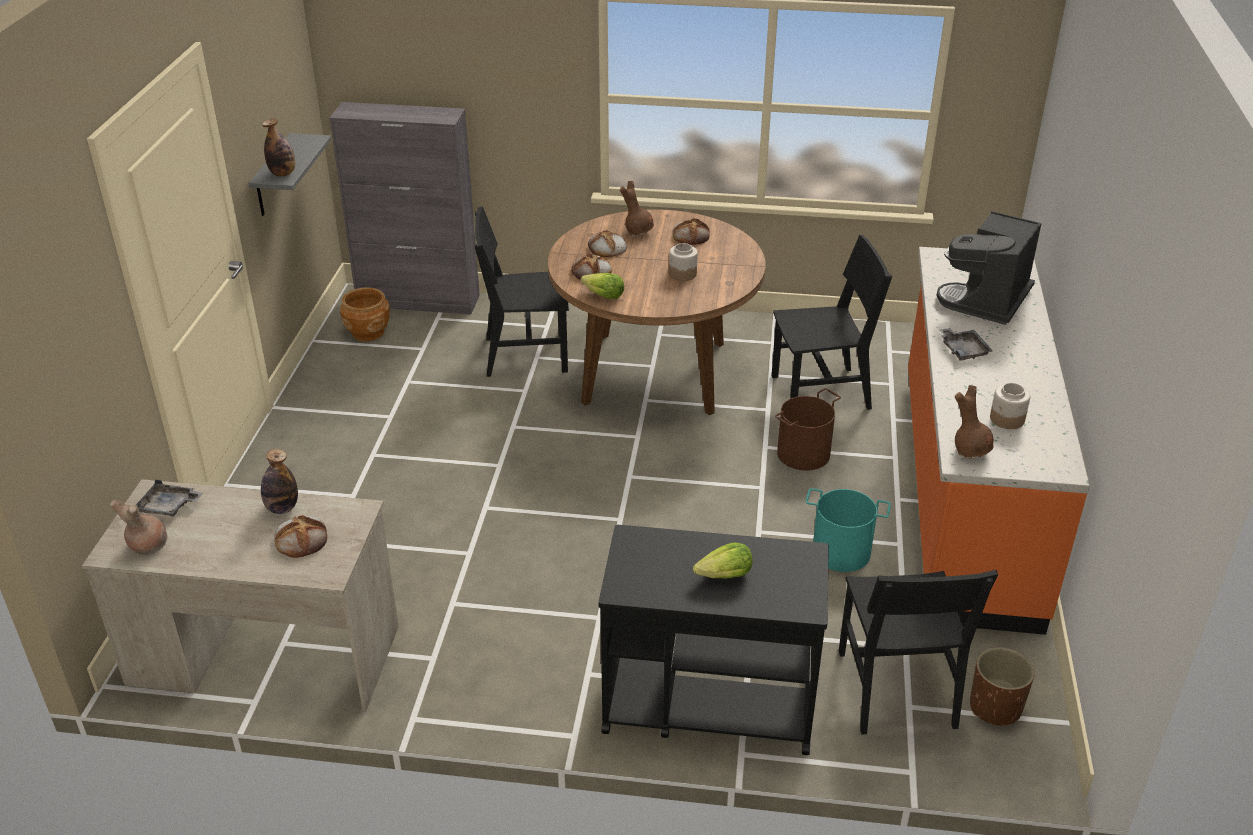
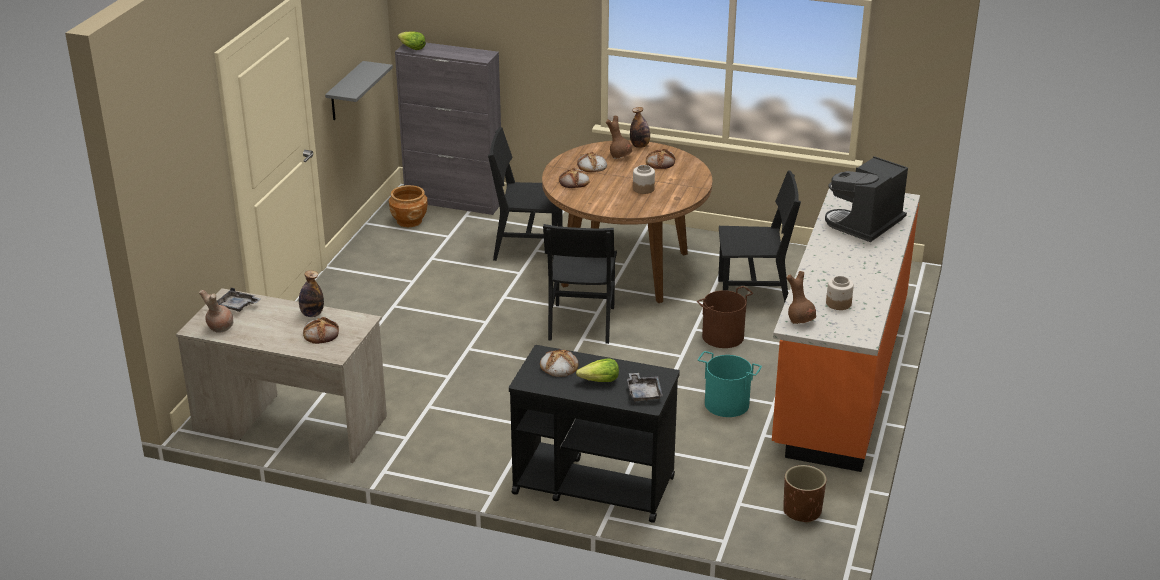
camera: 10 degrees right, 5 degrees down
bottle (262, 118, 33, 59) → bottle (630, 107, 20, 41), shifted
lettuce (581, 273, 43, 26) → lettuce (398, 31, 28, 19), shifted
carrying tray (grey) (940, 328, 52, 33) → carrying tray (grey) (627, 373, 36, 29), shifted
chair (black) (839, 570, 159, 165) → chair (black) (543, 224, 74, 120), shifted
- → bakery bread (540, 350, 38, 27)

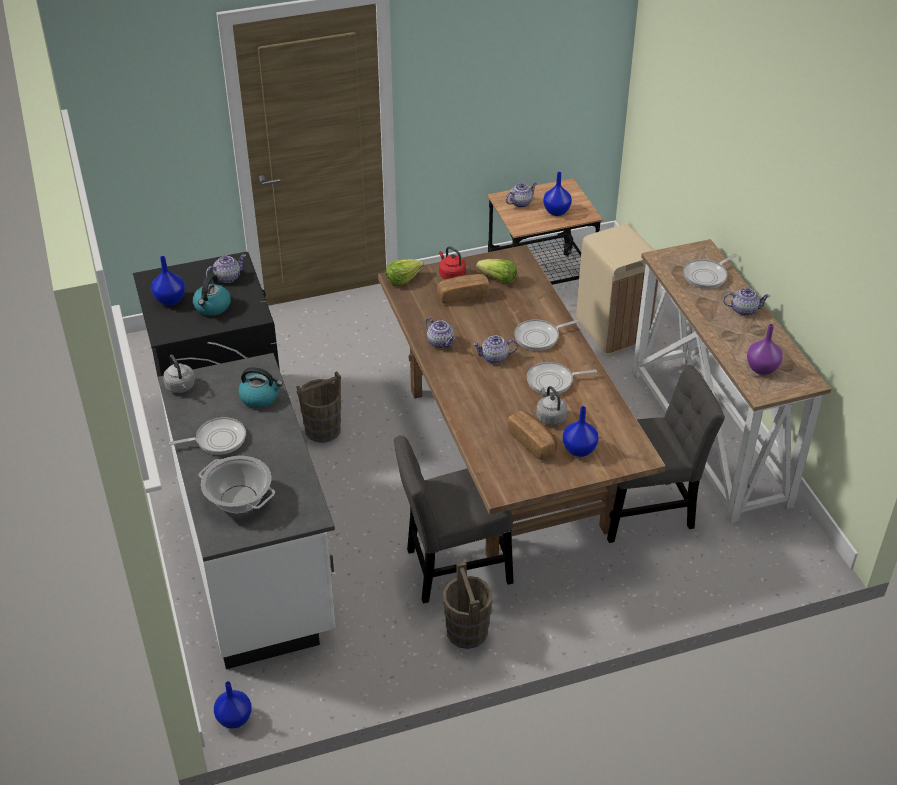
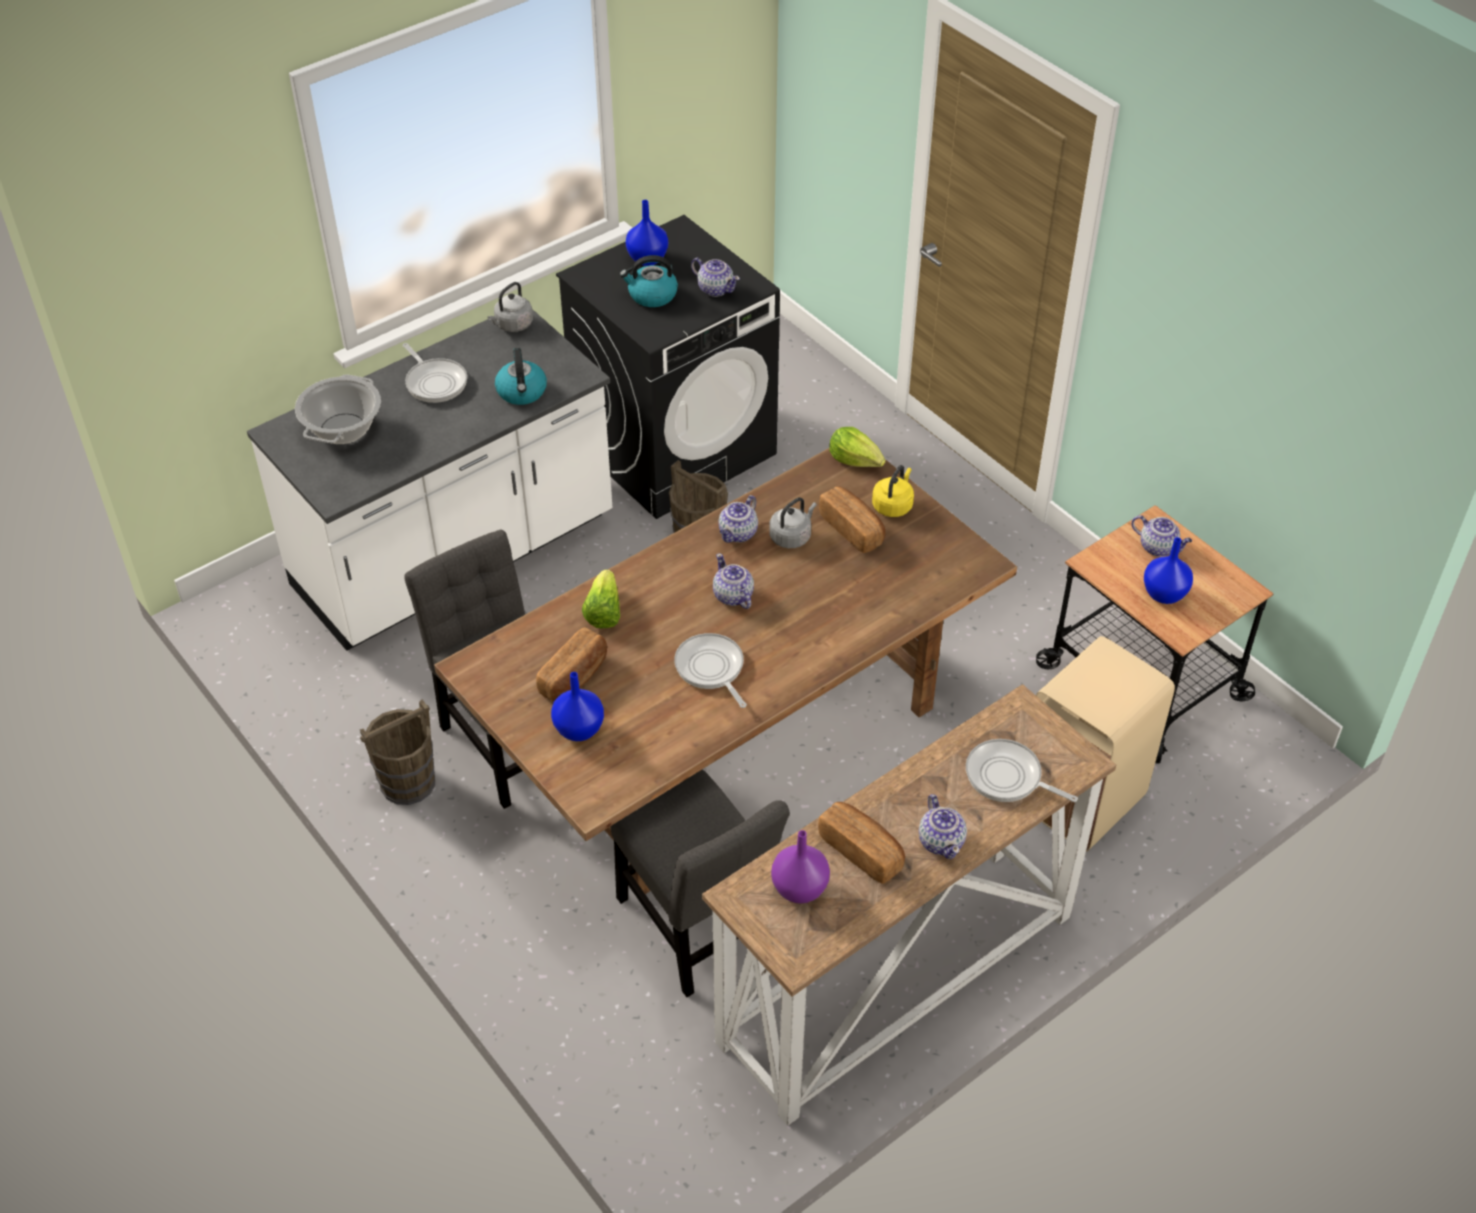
camera: 70 degrees right, 5 degrees up
kettle (red-coloured) (439, 246, 27, 33) → kettle (yellowish) (872, 465, 42, 52)
lettuce (476, 259, 41, 25) → lettuce (582, 570, 38, 58), shifted
skillet (514, 319, 64, 32) → -
kettle (grey) (536, 386, 31, 39) → kettle (grey) (769, 497, 48, 51), shifted
flower vase (blue-coloured) (214, 681, 38, 48) → -
- → bakery bread (818, 802, 87, 82)

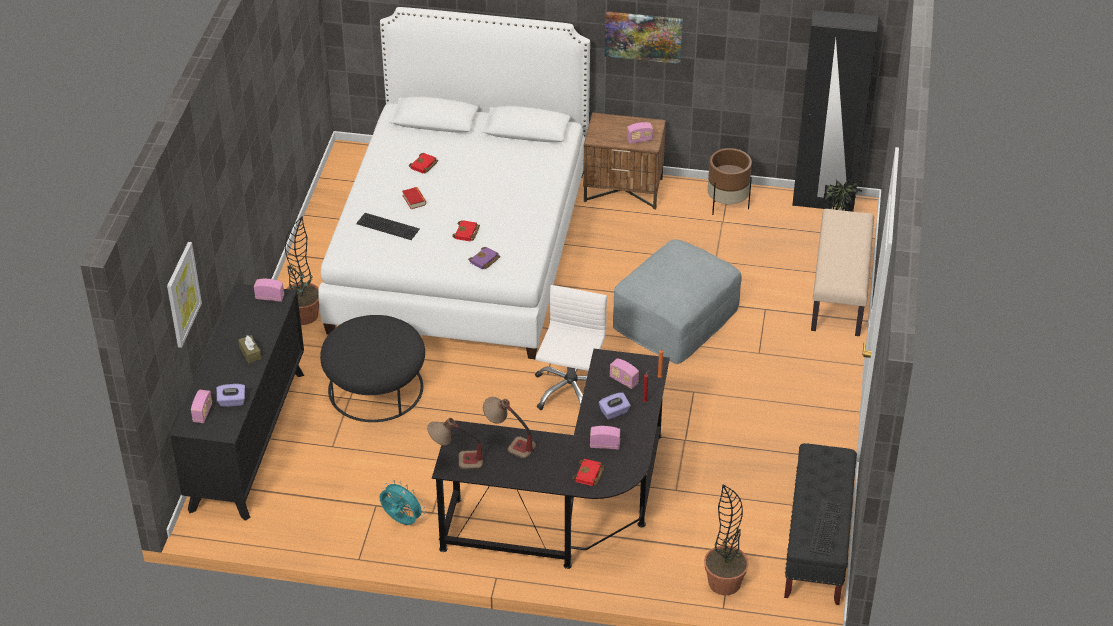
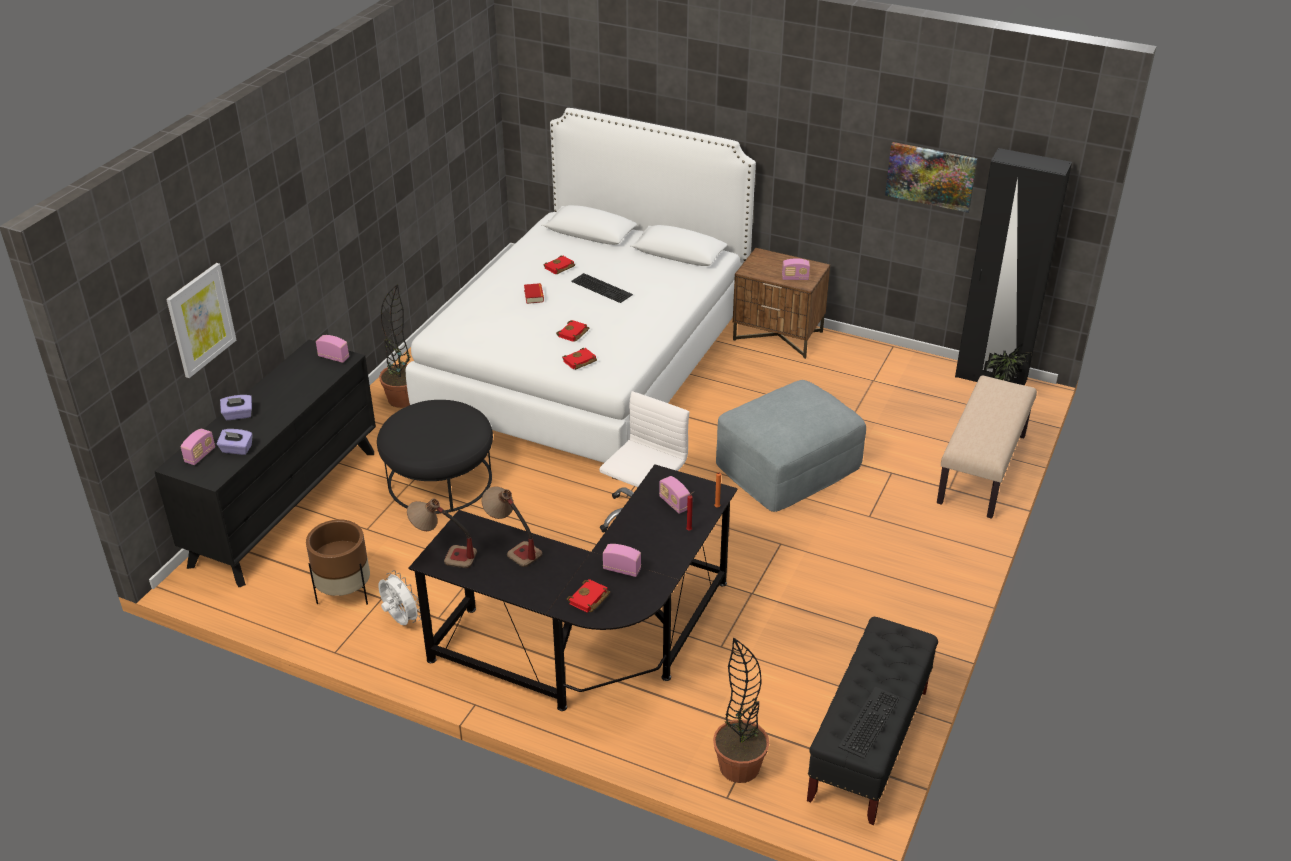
camera: 15 degrees right, 5 degrees down
wall picture (605, 11, 78, 53) → wall picture (885, 142, 93, 71), shifted
planter (brown) (707, 148, 45, 67) → planter (brown) (306, 519, 64, 86), shifted
PC keyboard (356, 213, 64, 27) → PC keyboard (571, 273, 62, 30), shifted
book (purplish) (468, 247, 32, 22) → book (red-coloured) (562, 348, 35, 22)
box of tissues (brown) (238, 335, 24, 28) → -
box of tissues (purplish) (599, 392, 32, 28) → box of tissues (purplish) (220, 395, 32, 25), shifted
fan (turquoise) (380, 480, 45, 45) → fan (white-coloured) (378, 570, 43, 55)

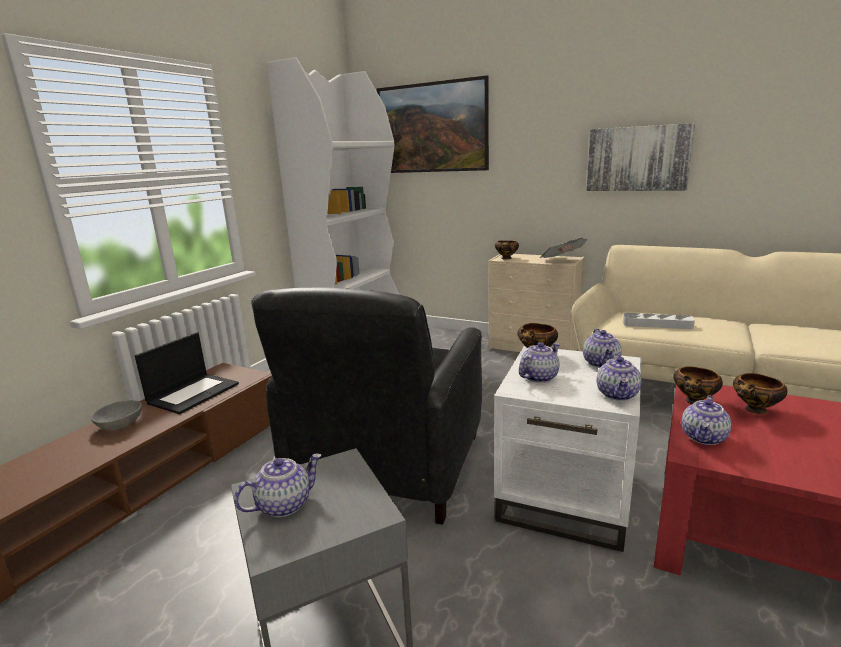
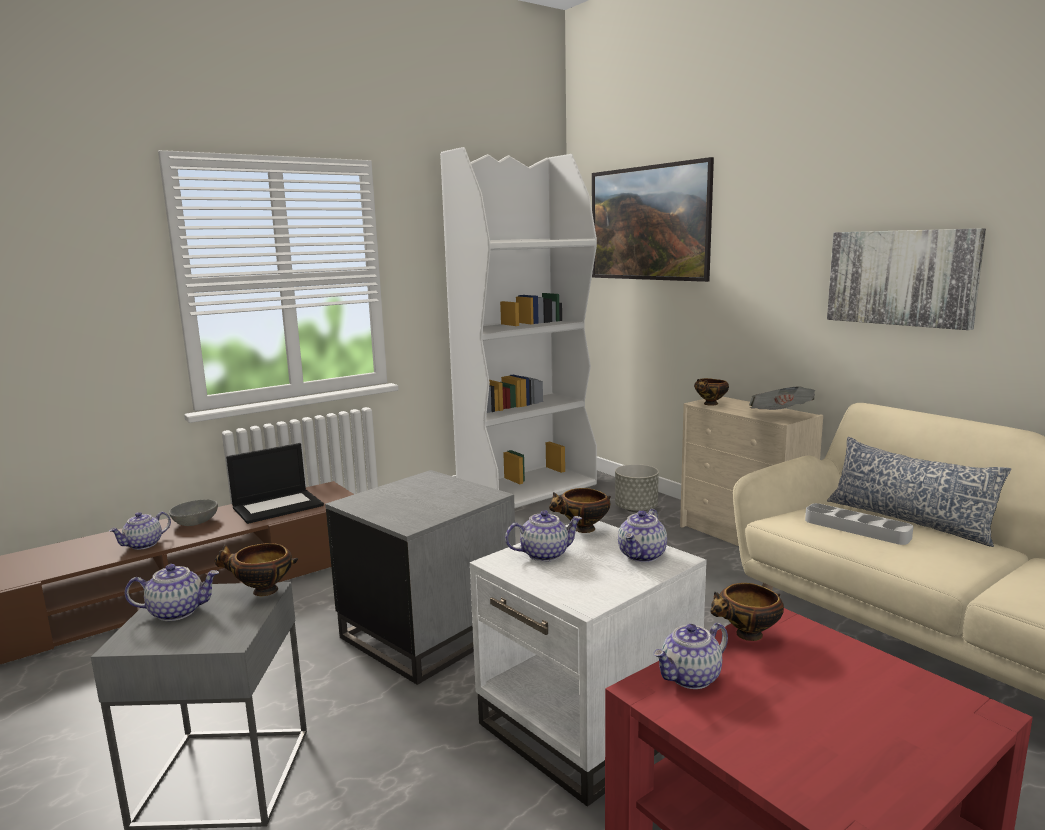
camera: 25 degrees right, 5 degrees down
lounge chair (black) (251, 288, 231, 237) → accent table (grey) (325, 470, 191, 215)
teapot (597, 354, 45, 47) → teapot (109, 512, 62, 38), shifted
serving bowl (733, 373, 55, 41) → serving bowl (214, 543, 84, 53), shifted
- → throw pillow (827, 437, 184, 110)
- → planter (grey) (615, 464, 44, 48)

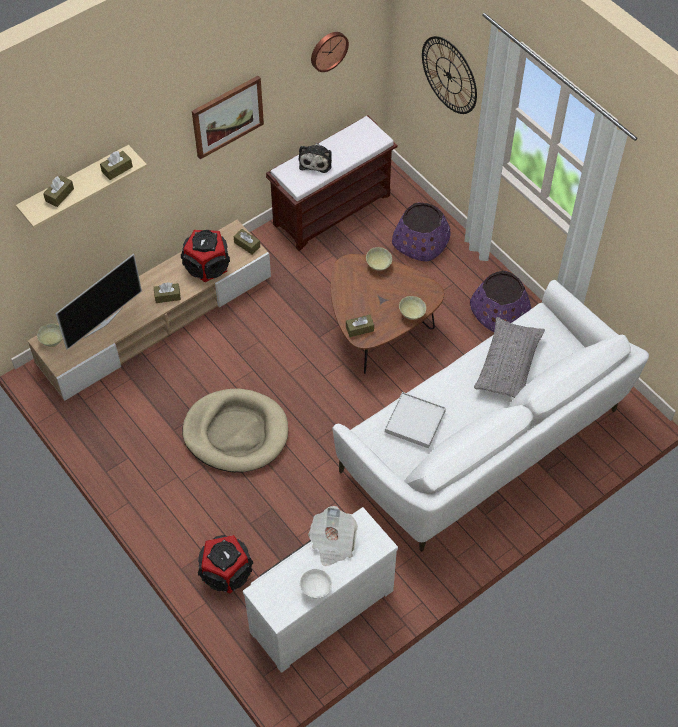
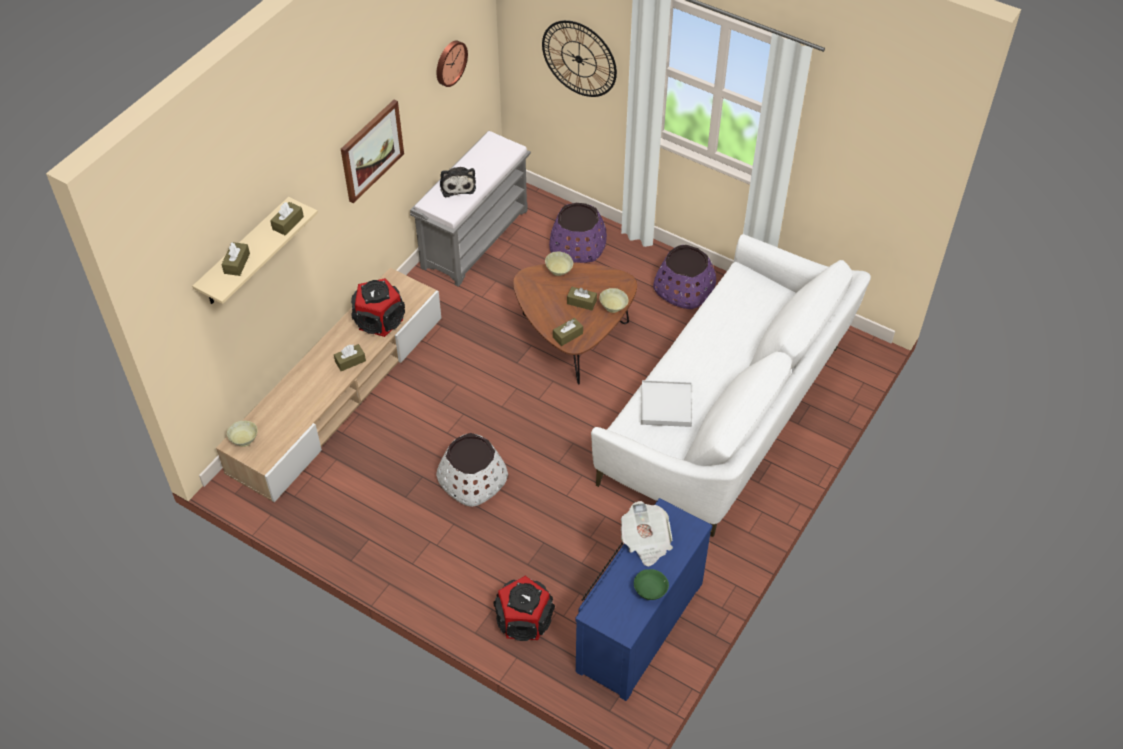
camera: 20 degrees left, 5 degrees down
bench (brown) (266, 115, 132, 136) → bench (grey) (410, 131, 121, 156)
box of tissues (brown) (234, 229, 26, 25) → box of tissues (brown) (567, 287, 30, 24), shifted
television (55, 254, 87, 96) → -
throw pillow (grey) (474, 317, 71, 81) → -
dog bed (sand-coloured) (182, 388, 106, 84) → planter (white-coloured) (436, 433, 72, 74)
dresser (white-coloured) (243, 507, 155, 166) → dresser (blue-coloured) (576, 498, 136, 203)
serving bowl (white-coloured) (300, 569, 32, 29) → serving bowl (green-coloured) (634, 569, 35, 31)

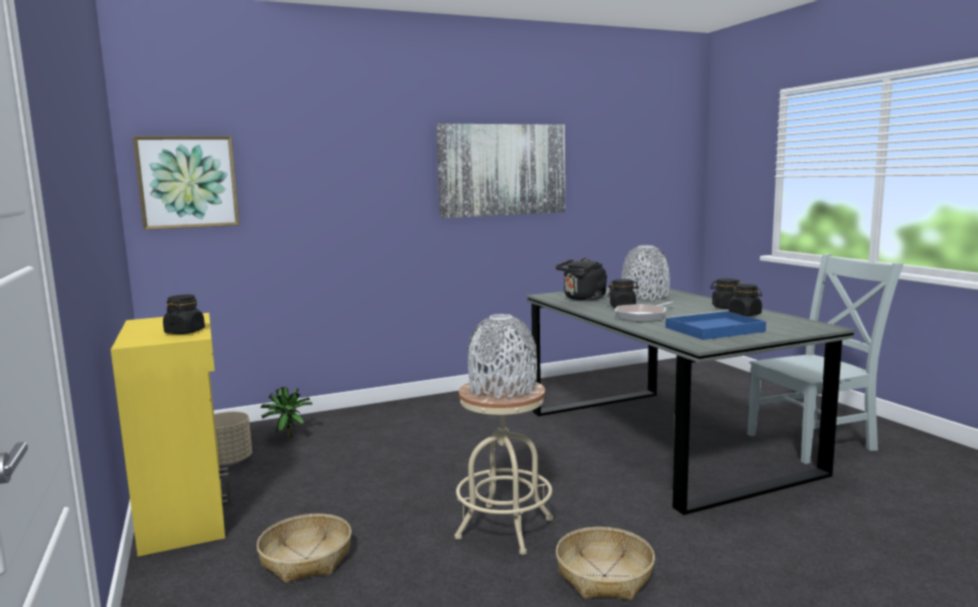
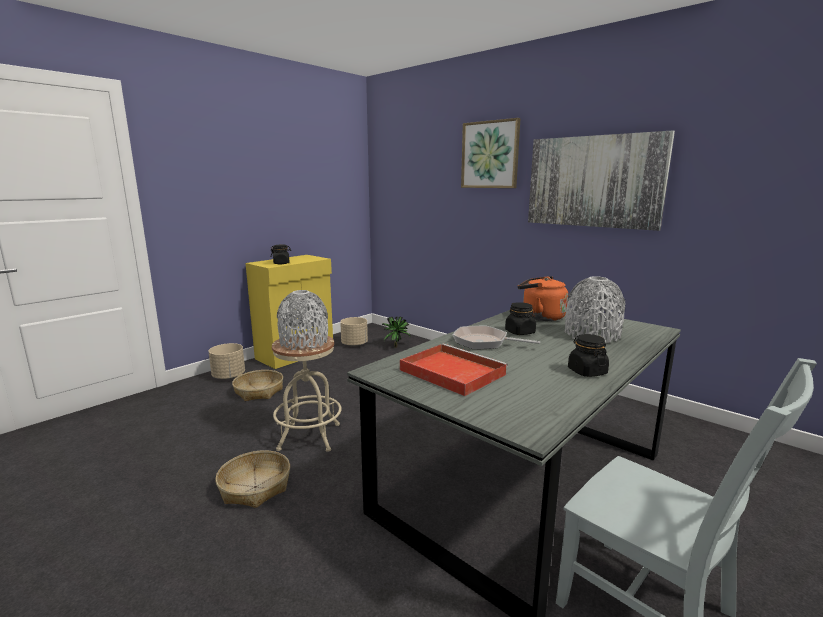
camera: 65 degrees right, 5 degrees up
wall picture (133, 136, 107, 94) → wall picture (461, 118, 60, 70), shifted
kettle (black) (556, 258, 51, 43) → kettle (orange-coloured) (518, 276, 50, 45)
preserve jar (black) (729, 284, 33, 32) → -
carrying tray (blue-coloured) (664, 311, 102, 29) → carrying tray (red-coloured) (400, 344, 108, 52)
- → planter (sand-coloured) (209, 343, 36, 37)

